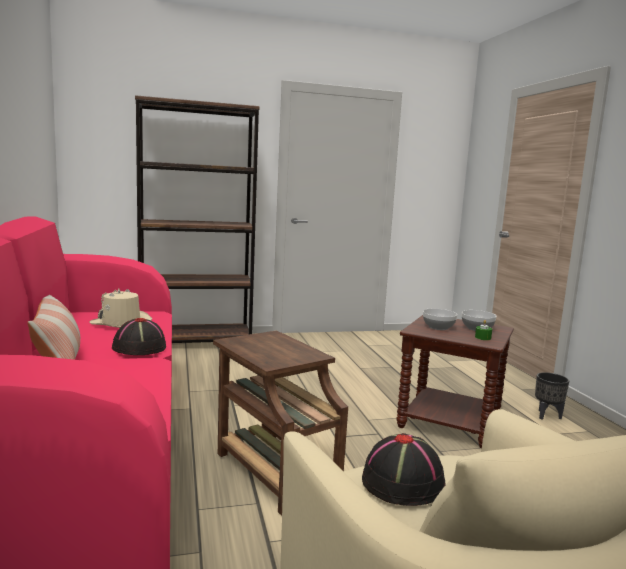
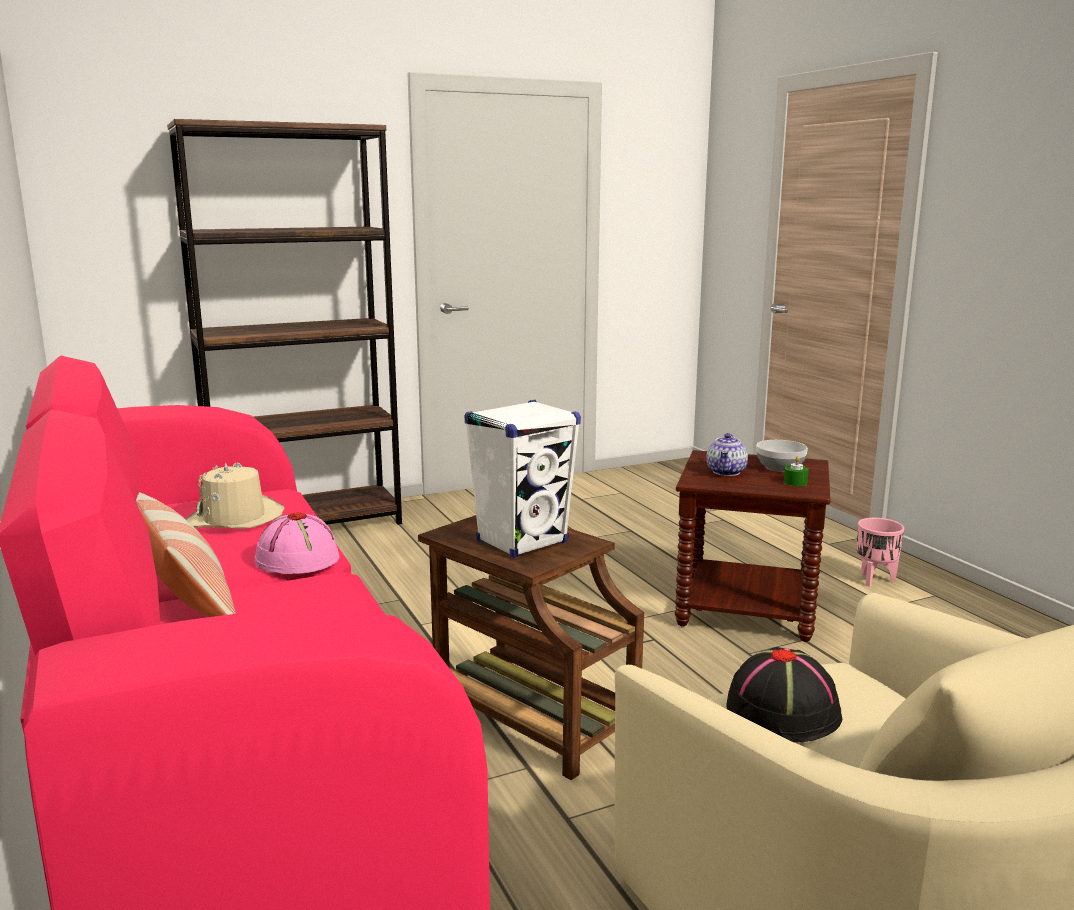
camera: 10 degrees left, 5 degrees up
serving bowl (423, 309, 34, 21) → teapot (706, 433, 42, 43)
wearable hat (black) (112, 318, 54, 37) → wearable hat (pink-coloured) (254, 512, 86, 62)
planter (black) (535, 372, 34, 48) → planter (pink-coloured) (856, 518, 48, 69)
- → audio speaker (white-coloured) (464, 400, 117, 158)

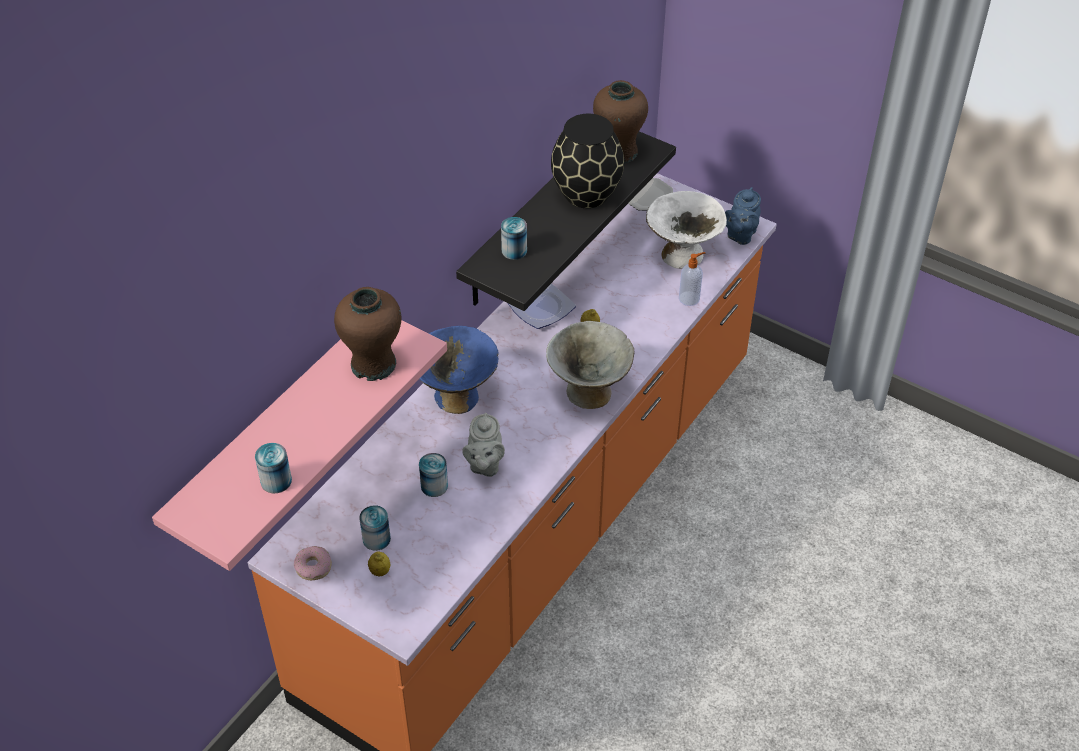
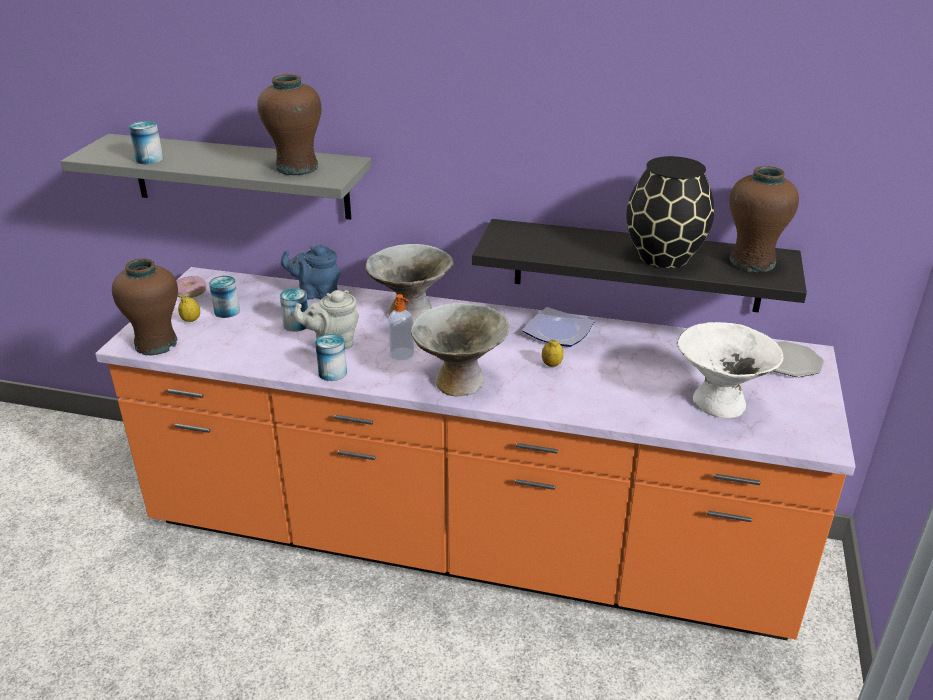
camera: 70 degrees right, 15 degrees down
teapot (blue-coloured) (725, 187, 36, 58) → teapot (blue-coloured) (281, 245, 59, 55), shifted
can (501, 217, 26, 43) → can (315, 334, 32, 47), shifted
liquid soap bottle (679, 252, 26, 54) → liquid soap bottle (388, 294, 26, 66), shifted
wall shelf (pink-coloured) (152, 320, 295, 251) → wall shelf (grey) (61, 134, 311, 86)
serving bowl (blue-coloured) (419, 326, 80, 88) → serving bowl (grey) (365, 244, 89, 79)
- → flower vase (brown) (112, 258, 66, 97)

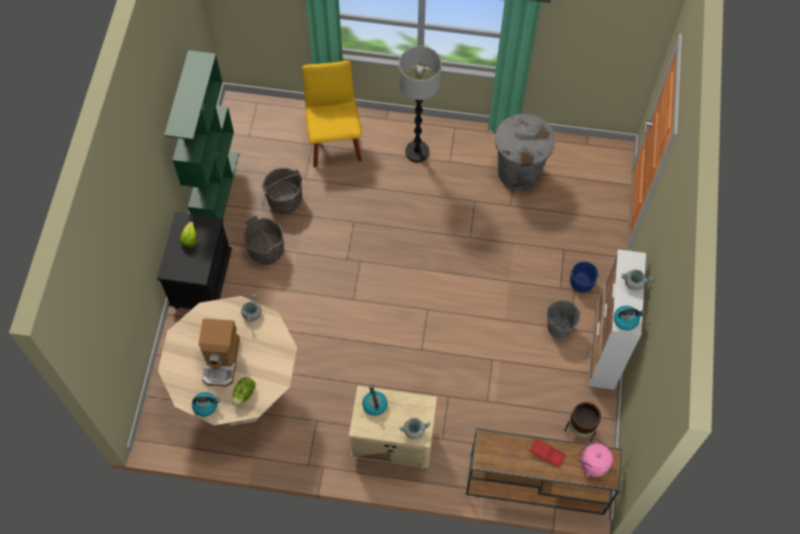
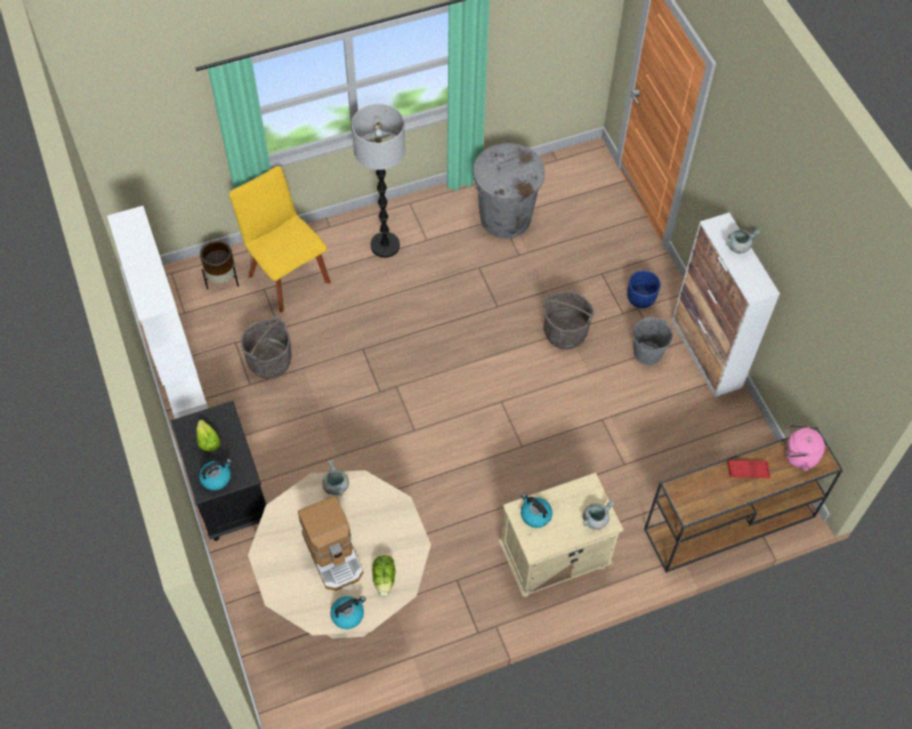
camera: 30 degrees left, 5 degrees down
bookcase (green-coloured) (164, 50, 75, 168) → bookcase (white-coloured) (107, 206, 101, 213)
water bucket (grey) (244, 216, 40, 49) → water bucket (grey) (543, 291, 52, 58), shifted
kettle (614, 306, 31, 24) → kettle (199, 459, 33, 31), shifted
planter (brown) (565, 402, 36, 40) → planter (brown) (200, 241, 39, 49), shifted

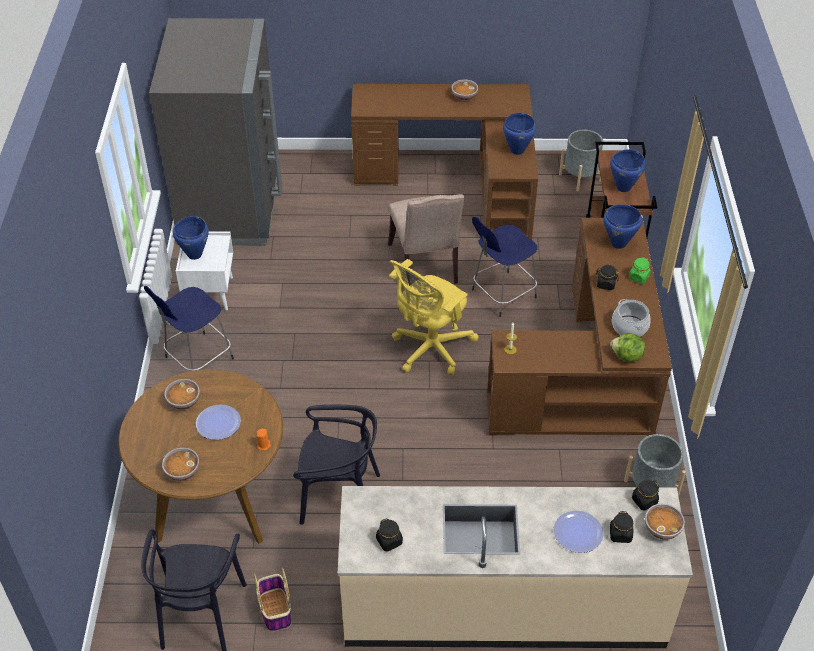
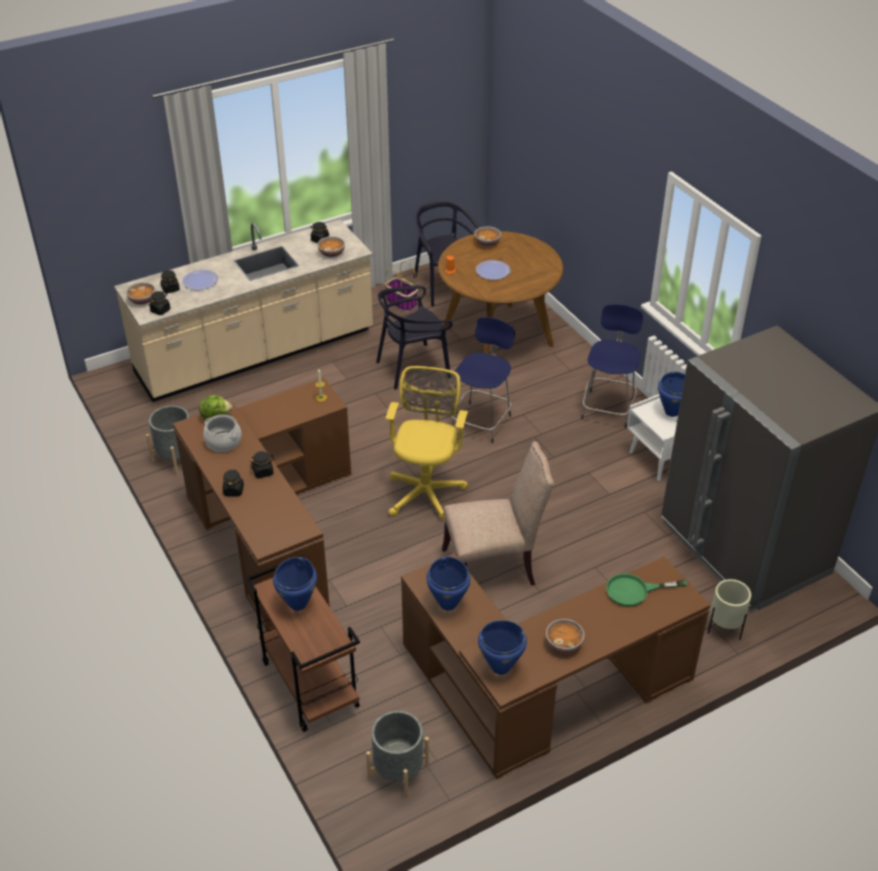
camera: 150 degrees right, 5 degrees down
chair (sand-coloured) (388, 194, 77, 92) → chair (sand-coloured) (442, 441, 112, 144), 120 degrees clockwise
saucepot (blue-coloured) (603, 204, 40, 45) → saucepot (blue-coloured) (478, 620, 49, 55), shifted
stool seat (blue-coloured) (472, 217, 66, 100) → stool seat (blue-coloured) (451, 317, 64, 126), shifted
preserve jar (green-coloured) (629, 257, 22, 27) → preserve jar (black) (223, 470, 21, 26)
serving bowl (164, 379, 36, 31) → serving bowl (317, 236, 28, 22), shifted
- → skillet (green-coloured) (606, 573, 81, 33)
- → planter (sand-coloured) (708, 579, 43, 61)

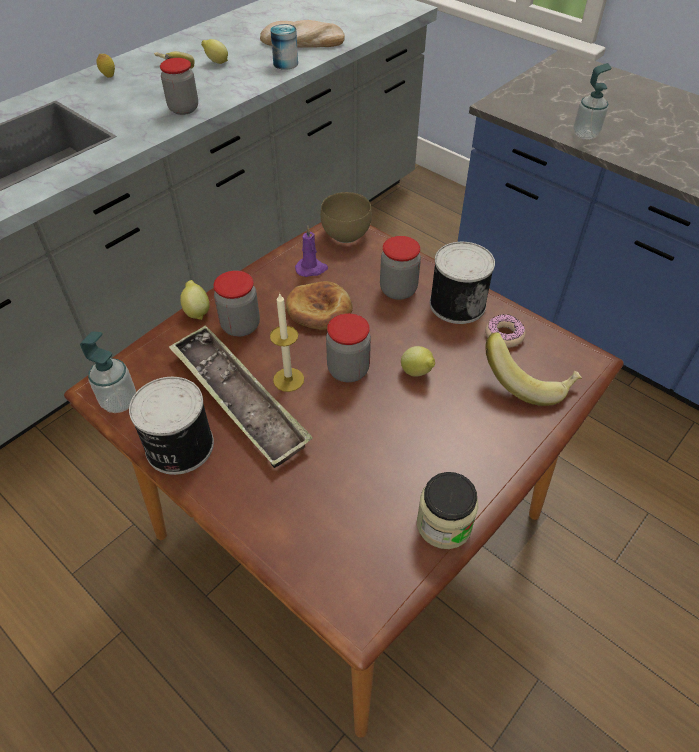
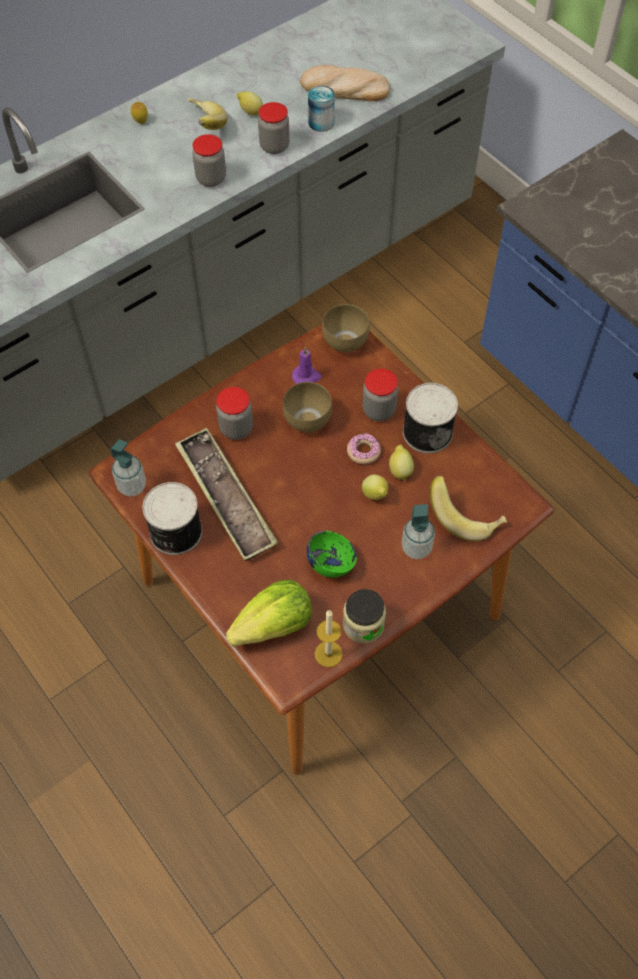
camera: 10 degrees right, 10 degrees up
liquid soap bottle (573, 63, 38, 77) → liquid soap bottle (402, 504, 33, 55), shifted
citrus fruit (180, 280, 30, 40) → citrus fruit (389, 445, 25, 35), shifted
bakery bread (286, 281, 67, 49) → serving bowl (brown) (283, 382, 49, 50)
wax candle (270, 292, 34, 100) → wax candle (315, 610, 28, 57), shifted
preserve jar (326, 313, 45, 69) → preserve jar (258, 102, 32, 52), shifted
donut (485, 315, 41, 33) → donut (347, 433, 34, 31), shifted
- → serving bowl (green-coloured) (307, 531, 50, 47)
- → lettuce (226, 580, 86, 67)

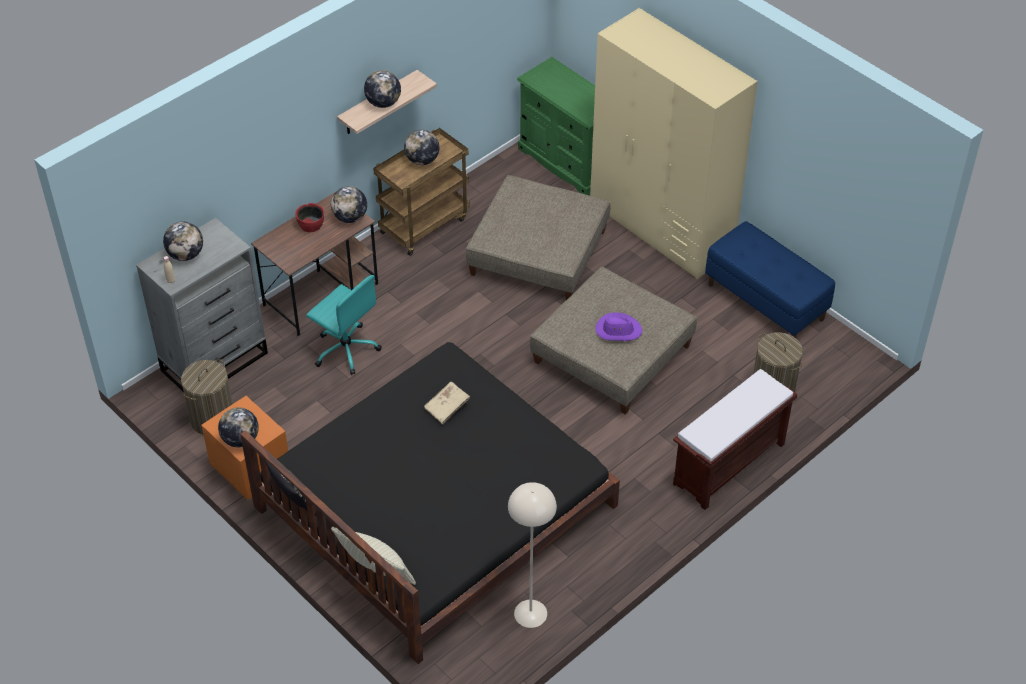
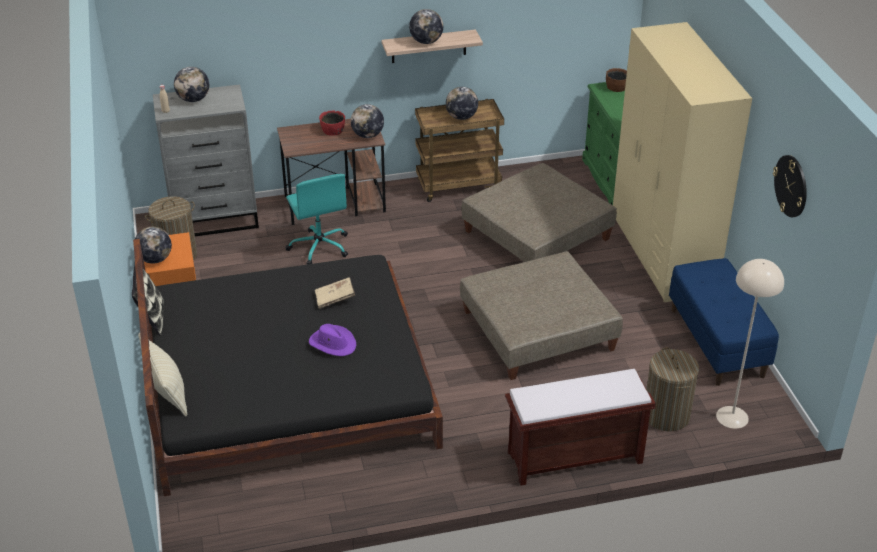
camera: 30 degrees right, 10 degrees down
wearable hat (purplish) (595, 312, 47, 29) → wearable hat (purplish) (309, 324, 47, 32), shifted
standard lamp (sand-coloured) (508, 482, 49, 146) → standard lamp (sand-coloured) (716, 259, 68, 170), shifted
- → serving bowl (brown) (606, 68, 21, 24)
- → clock on the wall (773, 155, 34, 62)

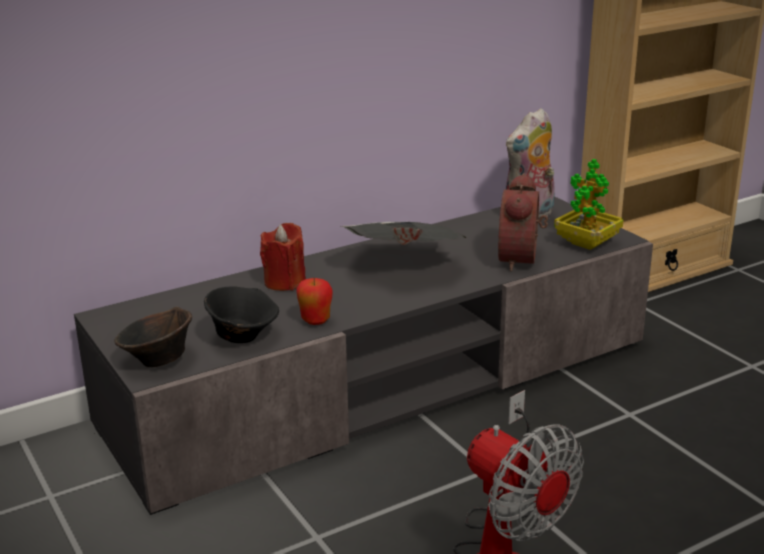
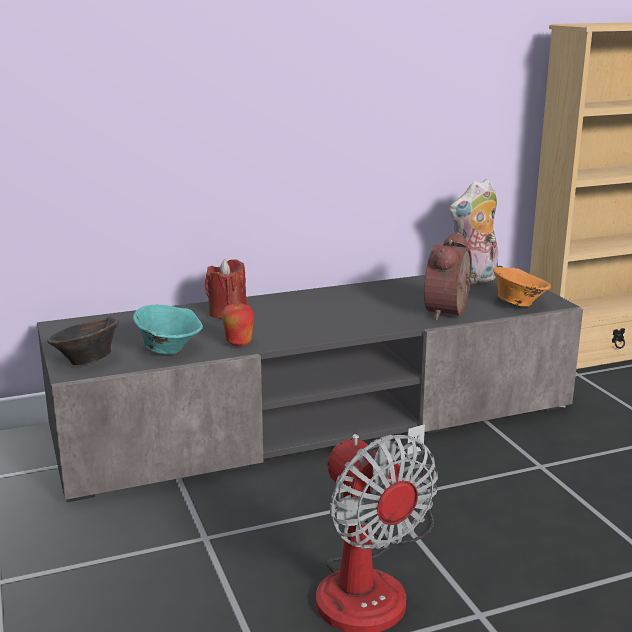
camera: 10 degrees right, 5 degrees down
plant in a pot (554, 159, 70, 91) → serving bowl (orange-coloured) (493, 267, 58, 40)
daily paper (341, 222, 125, 23) → -
serving bowl (black) (204, 286, 75, 57) → serving bowl (turquoise) (133, 305, 70, 49)

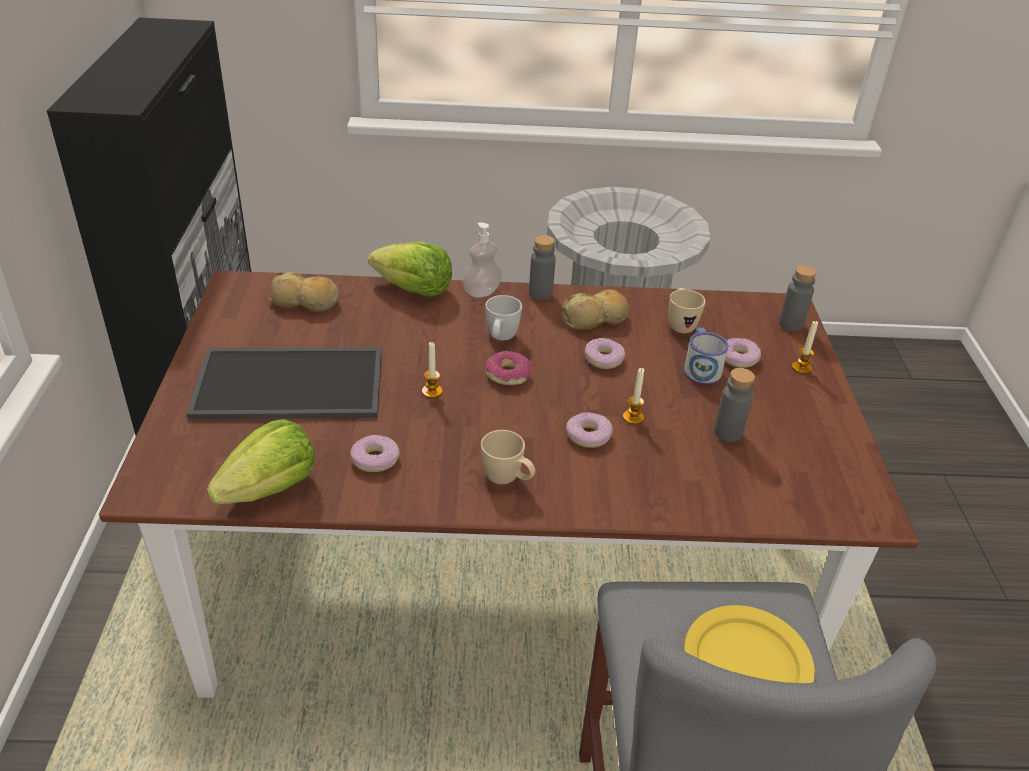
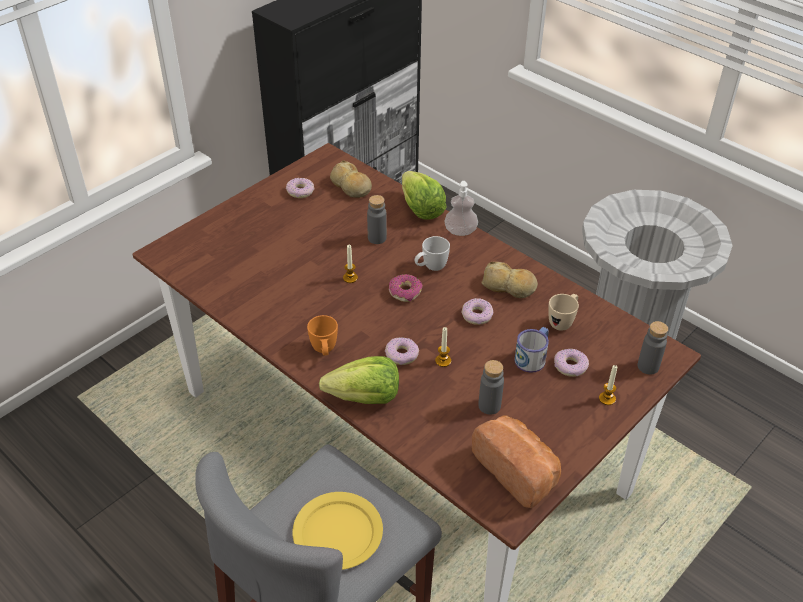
camera: 45 degrees right, 5 degrees up
bottle (grey) (529, 235, 27, 65) → bottle (grey) (367, 195, 20, 49), shifted
carrying tray (187, 348, 195, 71) → -
lettuce (207, 419, 109, 85) → lettuce (319, 356, 80, 48), shifted
mug (sand-coloured) (481, 430, 54, 54) → mug (orange-coloured) (307, 315, 31, 41)
donut (350, 435, 50, 37) → donut (286, 178, 28, 20), shifted
- → bakery bread (472, 415, 89, 93)

